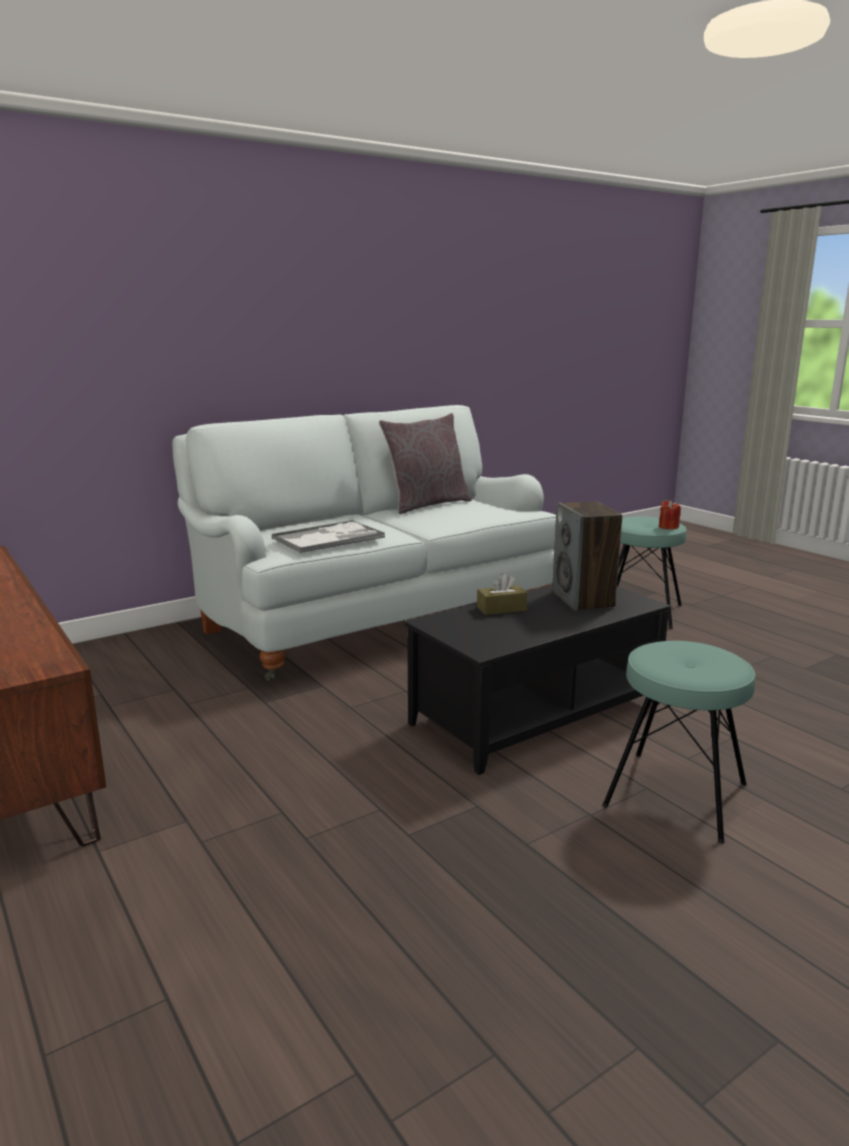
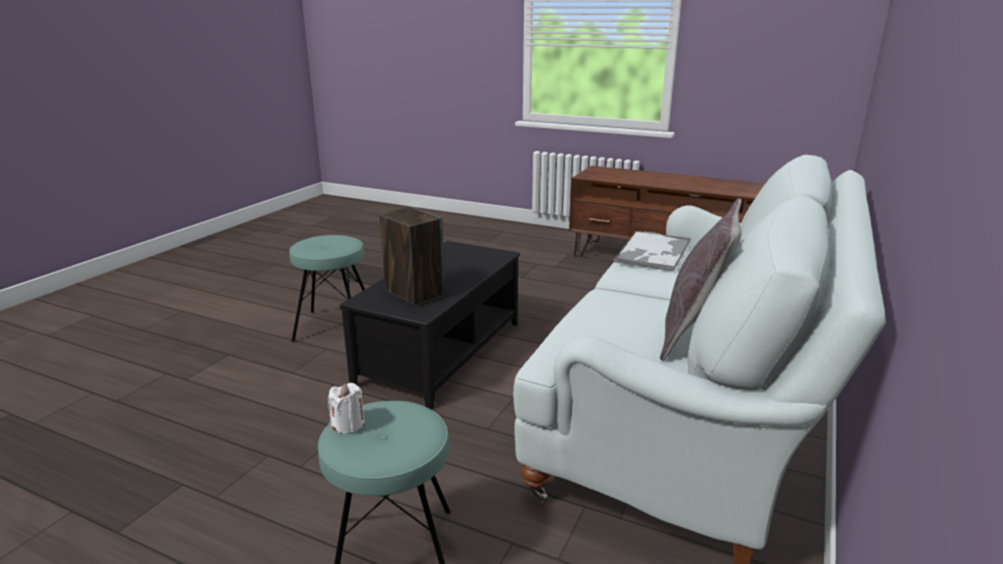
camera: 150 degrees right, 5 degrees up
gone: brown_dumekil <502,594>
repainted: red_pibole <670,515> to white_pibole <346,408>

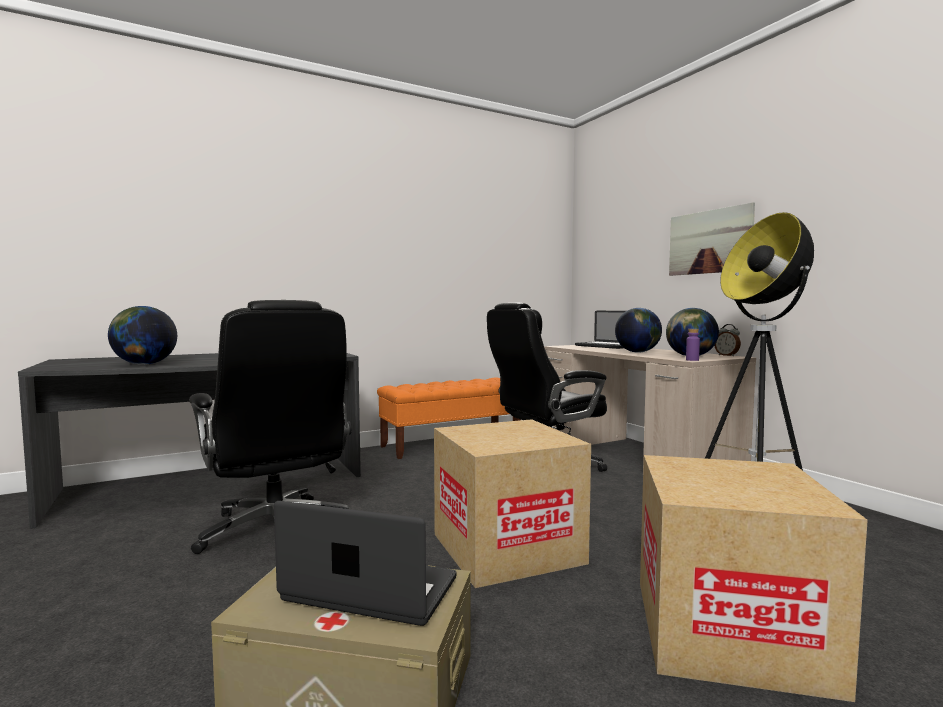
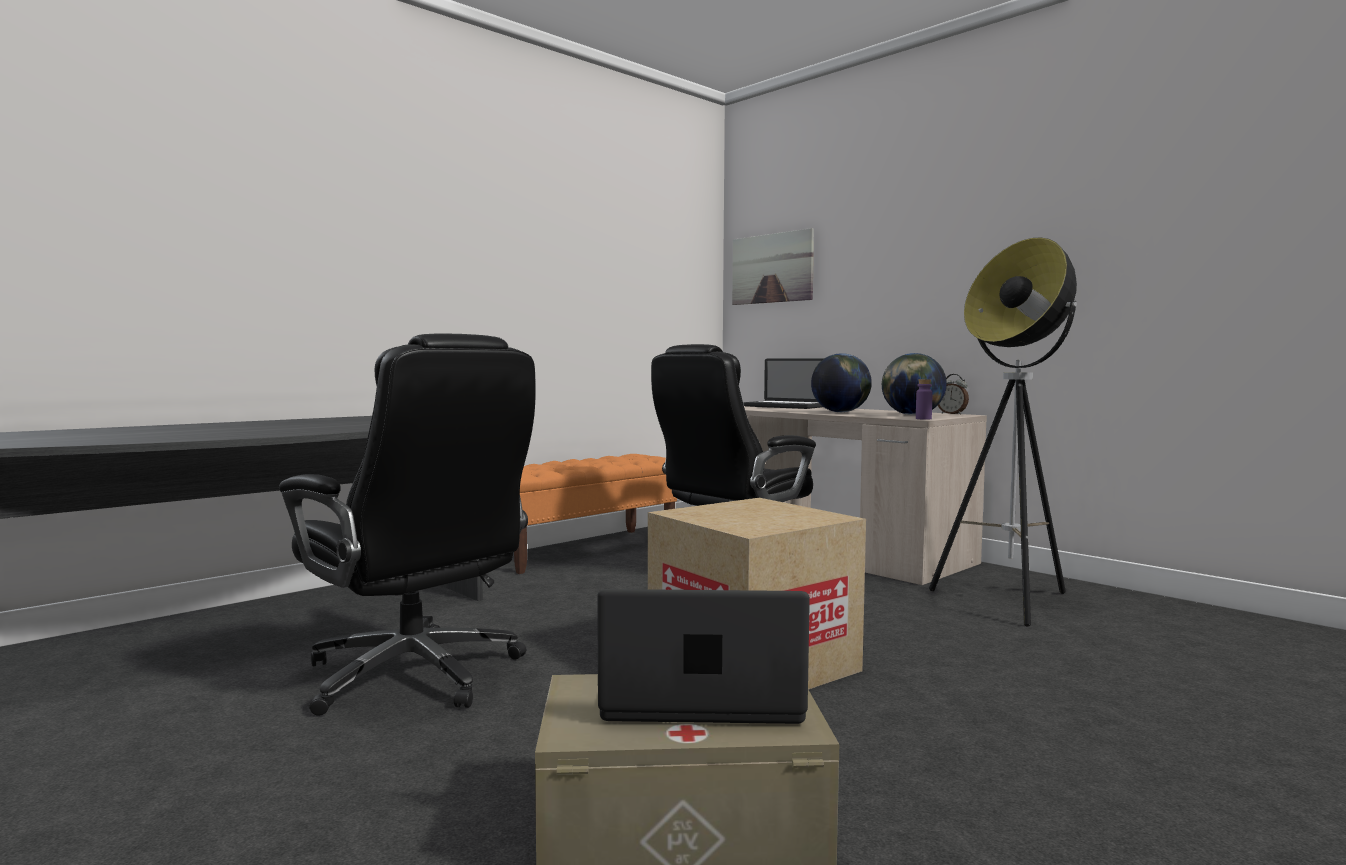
camera: 15 degrees left, 0 degrees up
gone: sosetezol <142,335>; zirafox <754,578>
shifted: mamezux <712,239> to <773,266>

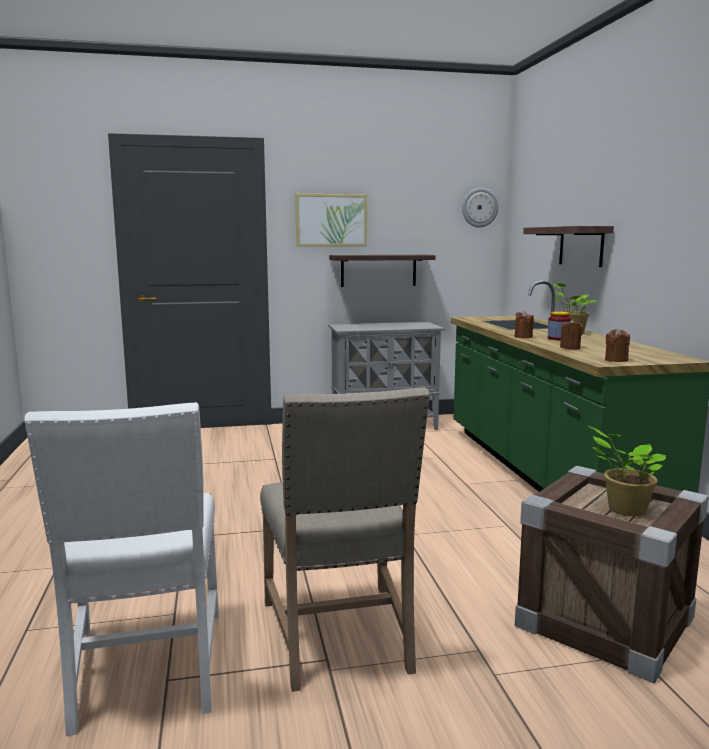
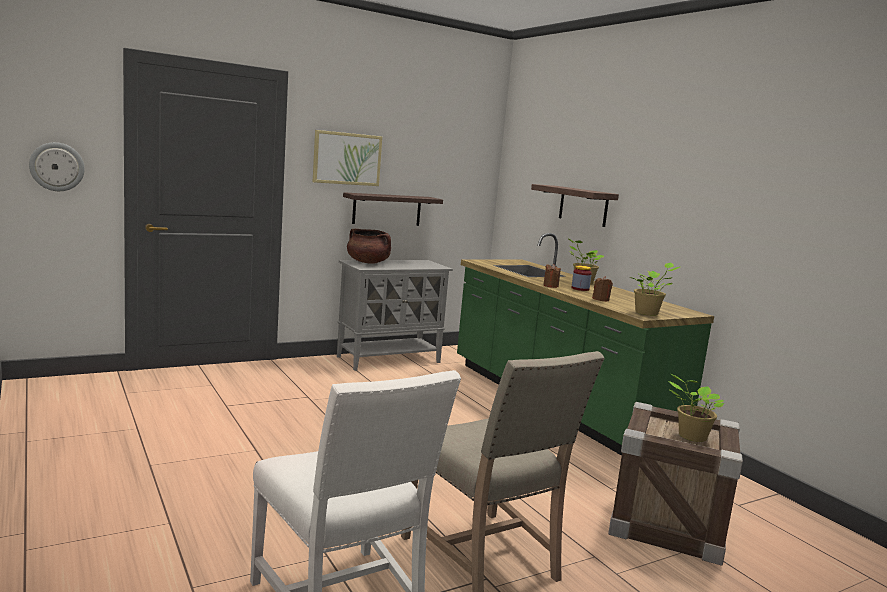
camera: 20 degrees left, 0 degrees up
new: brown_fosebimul <369,246>
shifted: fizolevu <480,207> to <57,166>
swapped: brown_pibole <617,345> to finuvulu <654,289>

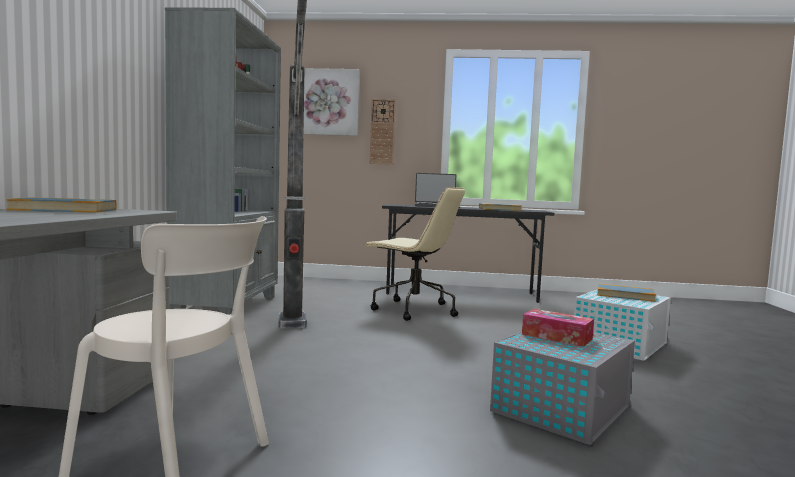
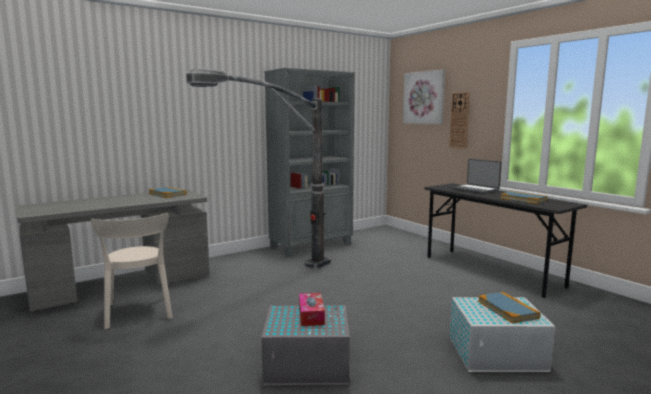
camera: 50 degrees right, 5 degrees up
gone: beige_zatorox <415,254>

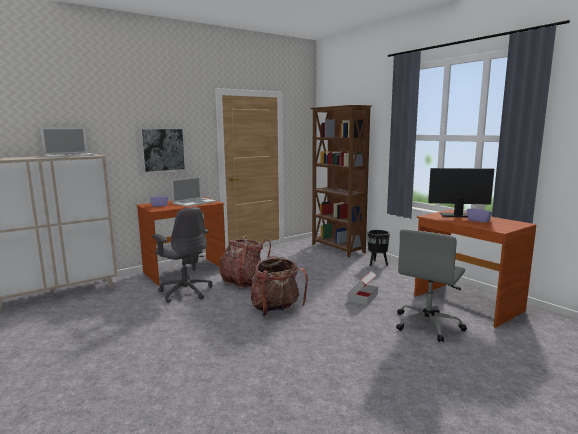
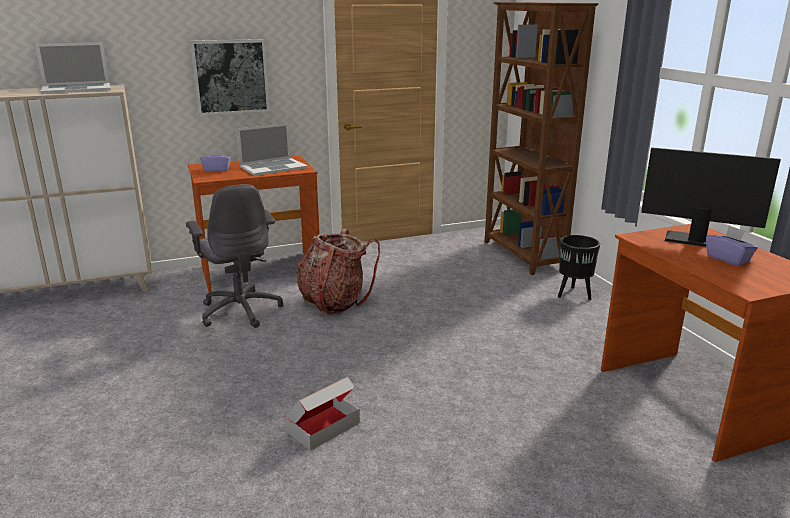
camera: 15 degrees right, 10 degrees up
gone: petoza <279,286>; grey_zatorox <431,286>
shifted: zirafox <362,288> to <322,414>

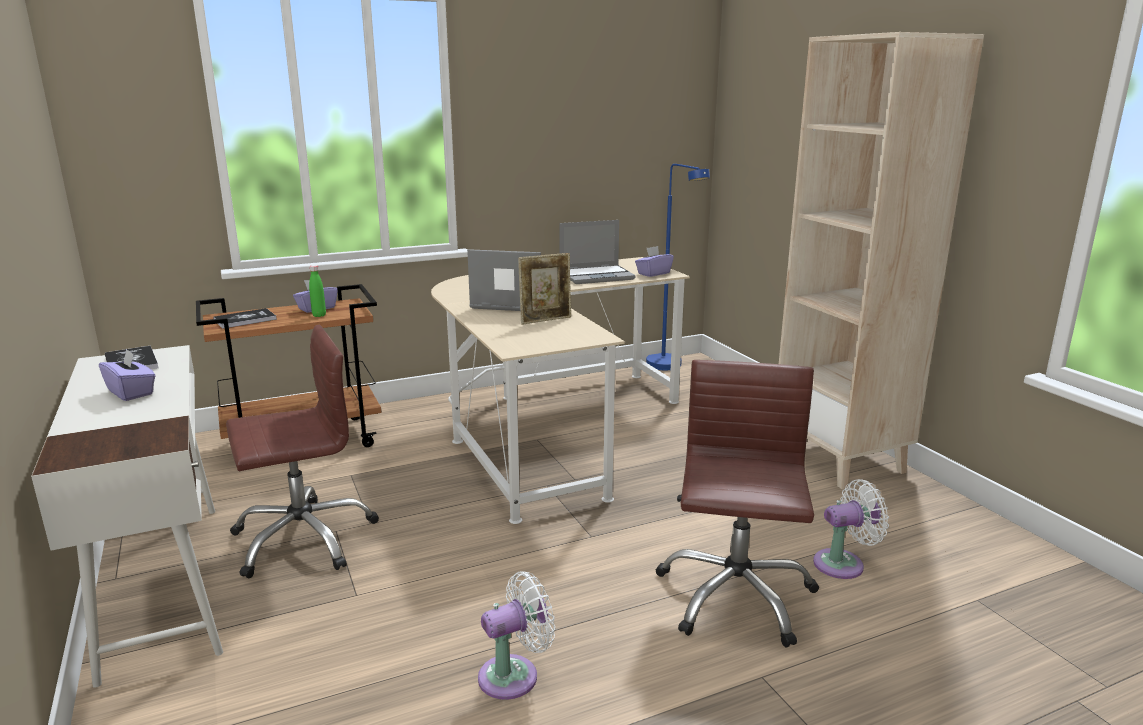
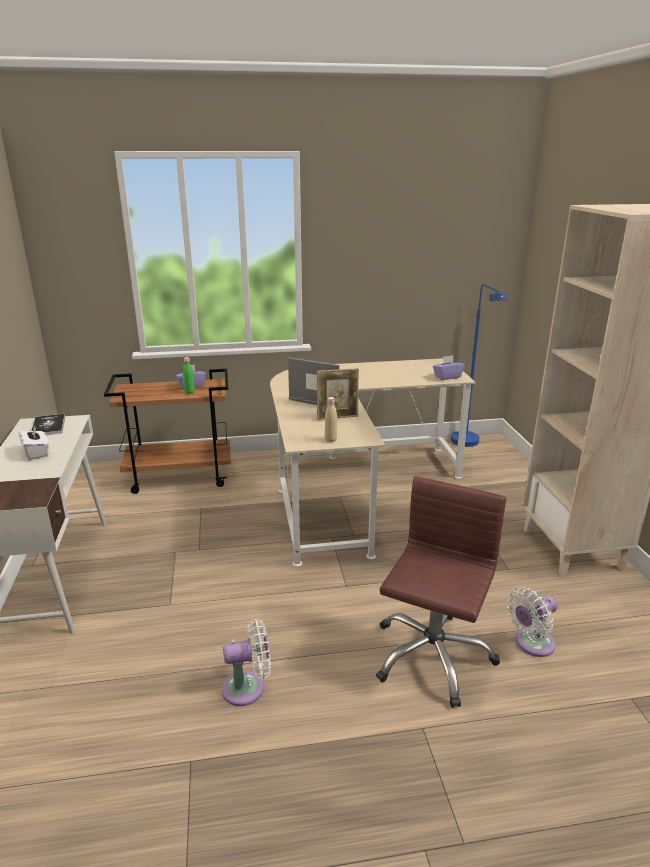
camera: 15 degrees right, 5 degrees up
gone: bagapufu <245,318>; brown_zatorox <302,451>; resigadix <597,252>
new: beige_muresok <331,419>
repainted: purple_dumekil <127,374> to white_dumekil <33,442>
rotated: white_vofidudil <851,529> = <532,622> 150 degrees clockwise

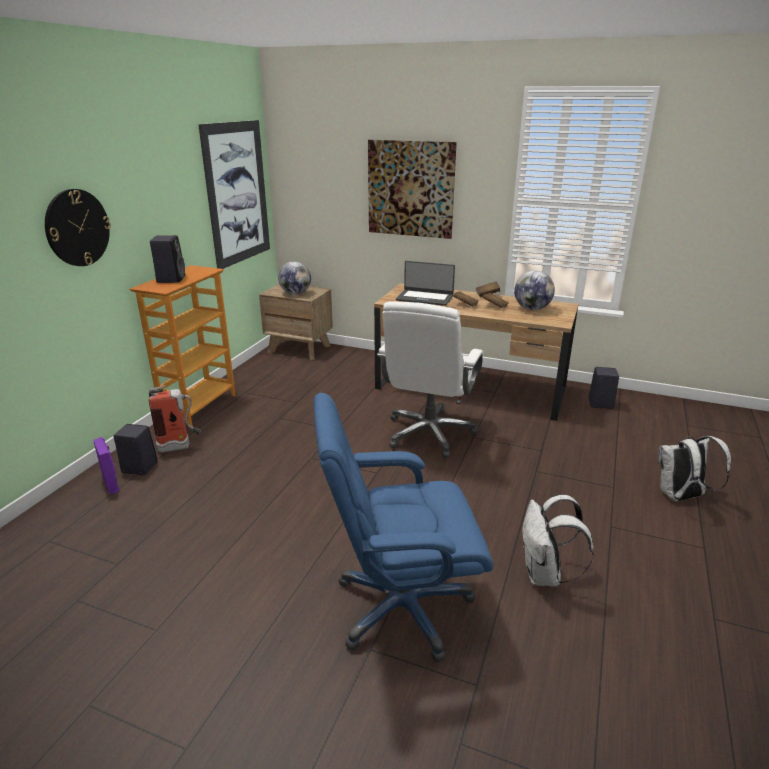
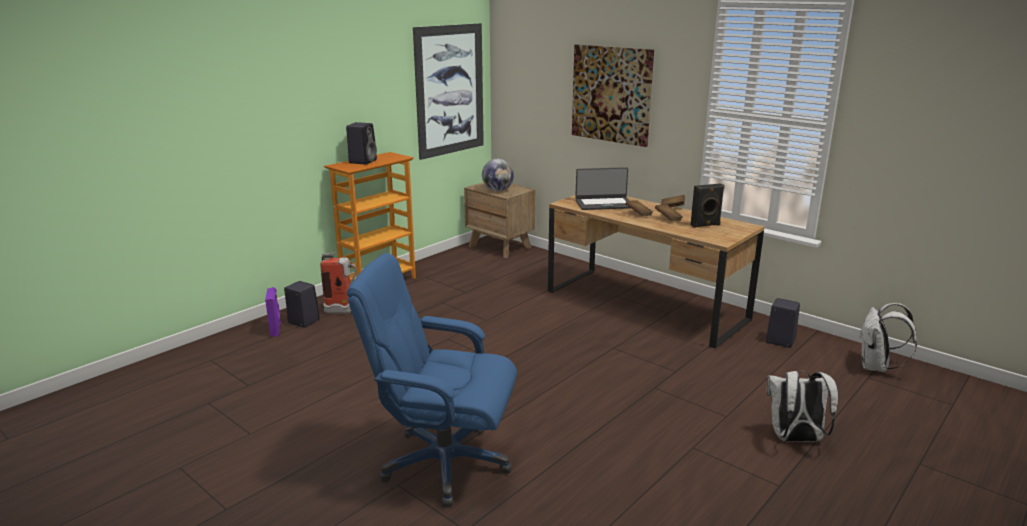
camera: 20 degrees right, 5 degrees down
gone: fizolevu <78,227>; white_zatorox <430,379>
shifted: white_petoza <558,541> to <888,338>
swapped: sosetezol <534,290> to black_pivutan <708,206>
rotated: resigadix <425,283> = <602,188> 45 degrees counterclockwise

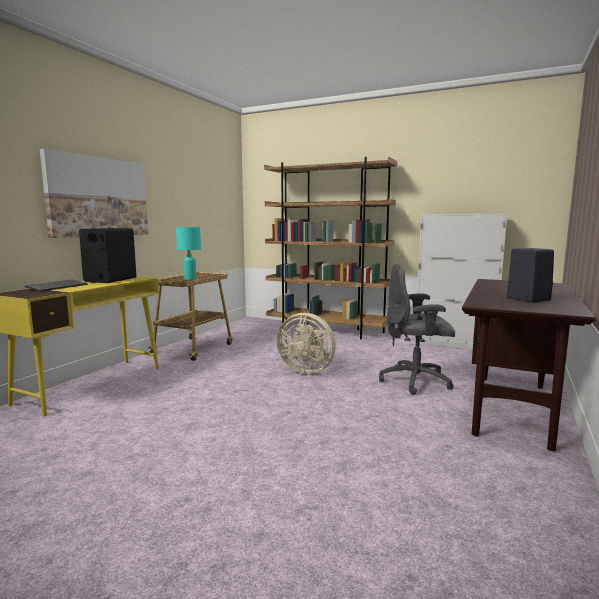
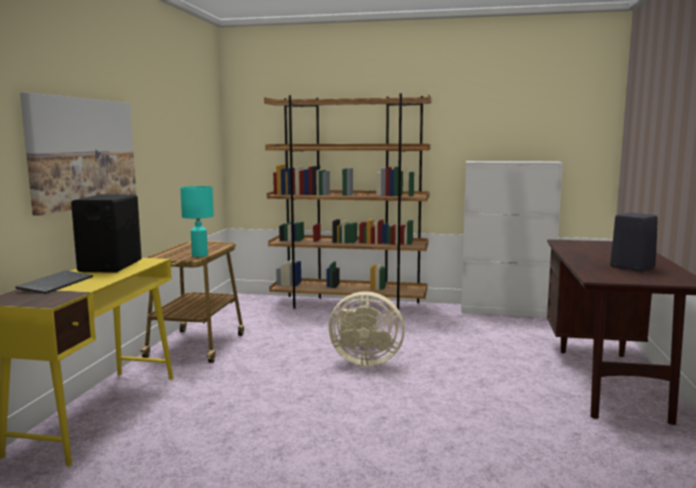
camera: 15 degrees left, 0 degrees up
gone: grey_zatorox <417,329>

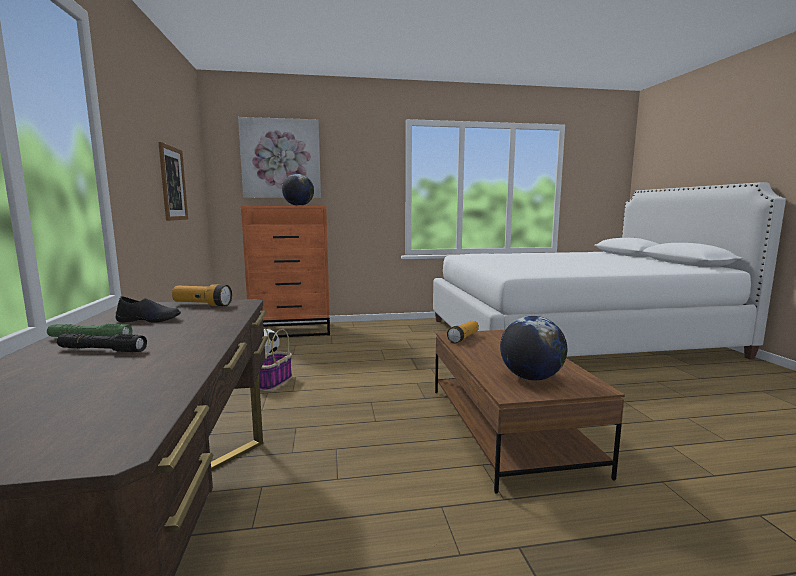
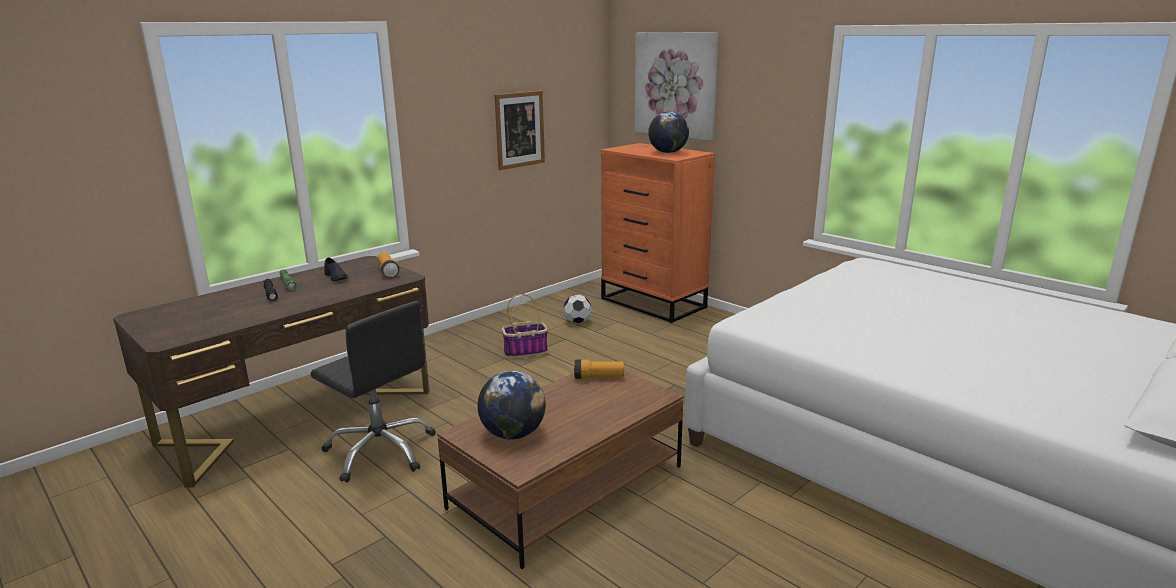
camera: 55 degrees right, 10 degrees up
new: black_zatorox <373,392>

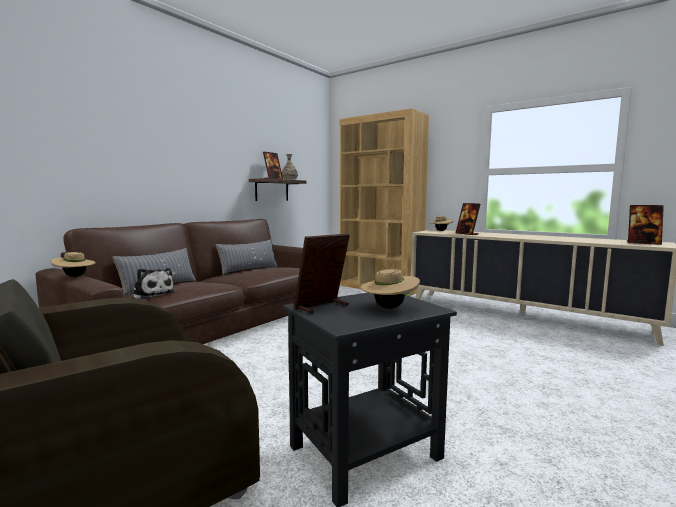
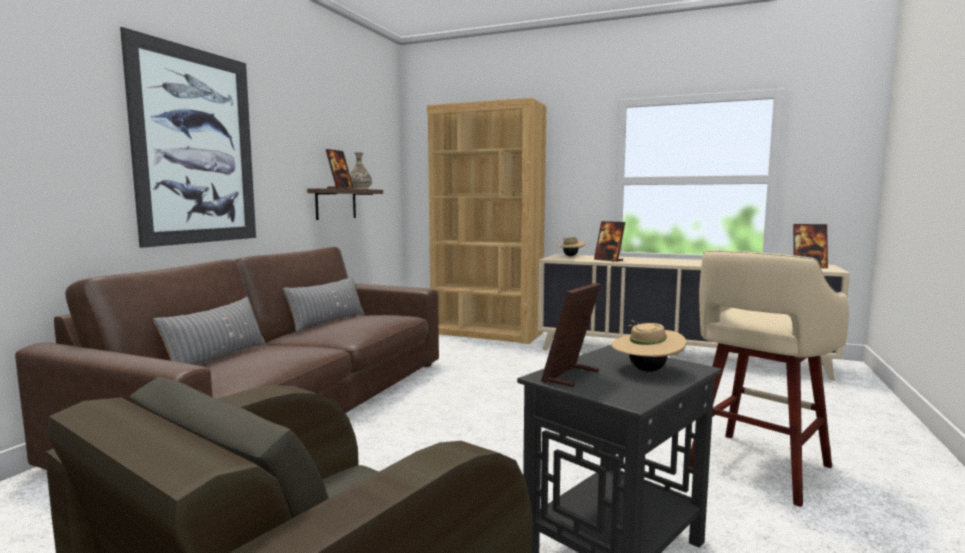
camera: 15 degrees left, 0 degrees up
gone: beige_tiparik <73,264>; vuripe <153,283>
new: mamezux <188,137>; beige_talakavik <769,378>

